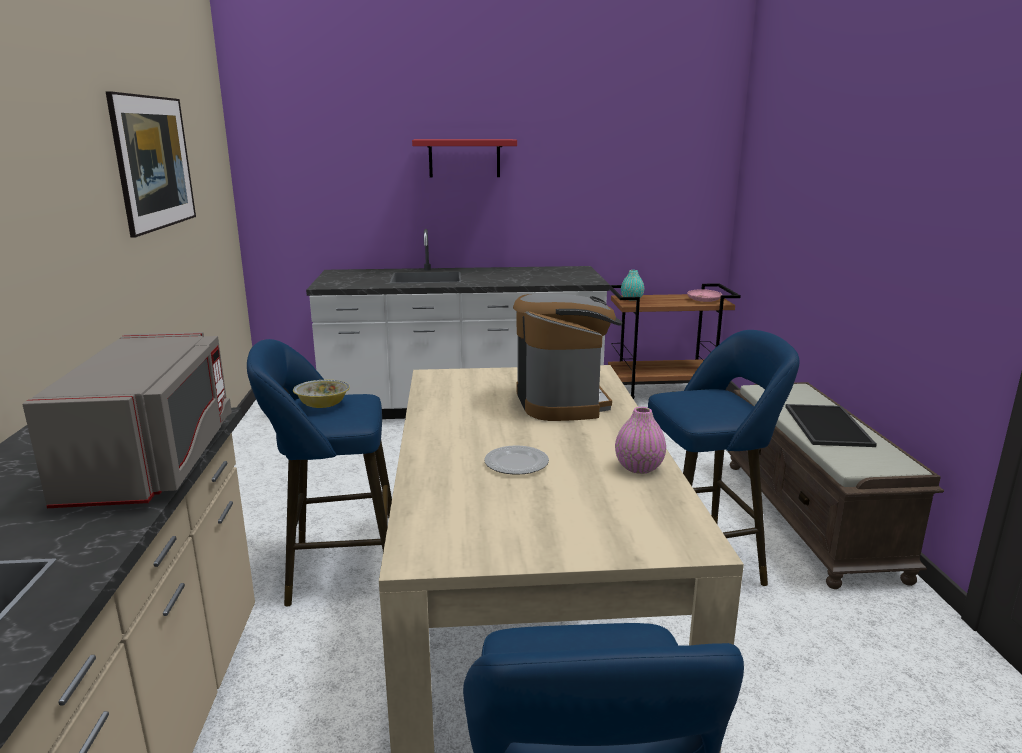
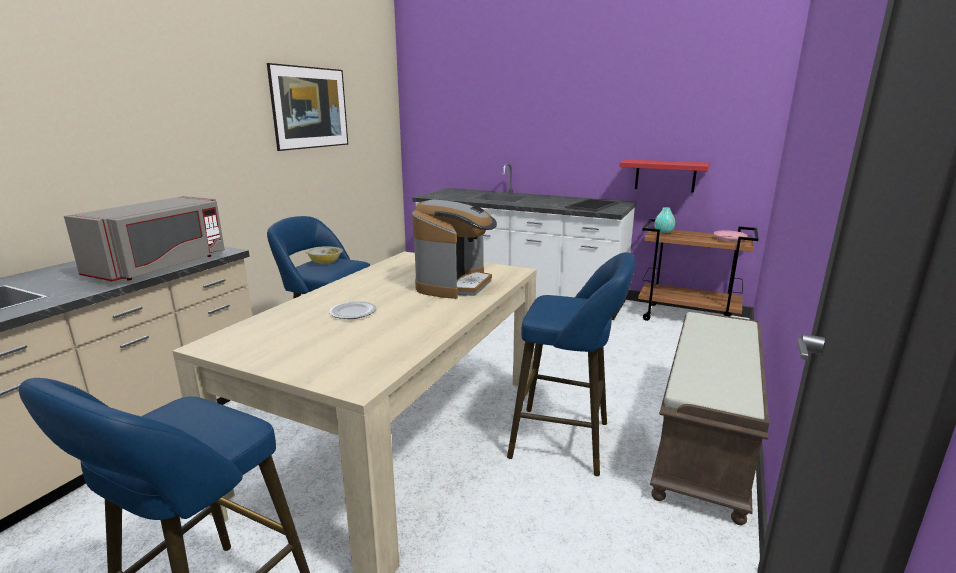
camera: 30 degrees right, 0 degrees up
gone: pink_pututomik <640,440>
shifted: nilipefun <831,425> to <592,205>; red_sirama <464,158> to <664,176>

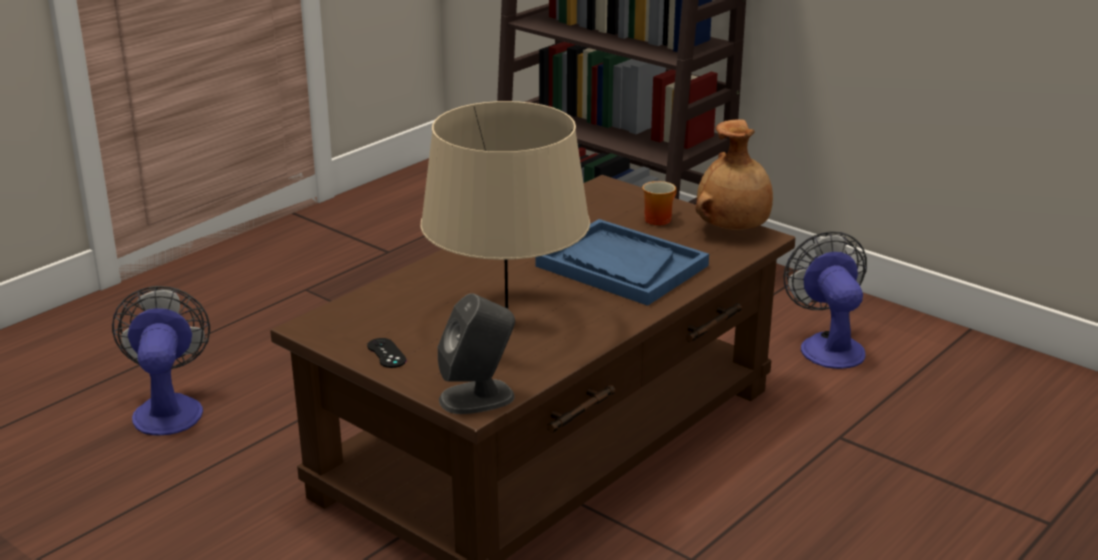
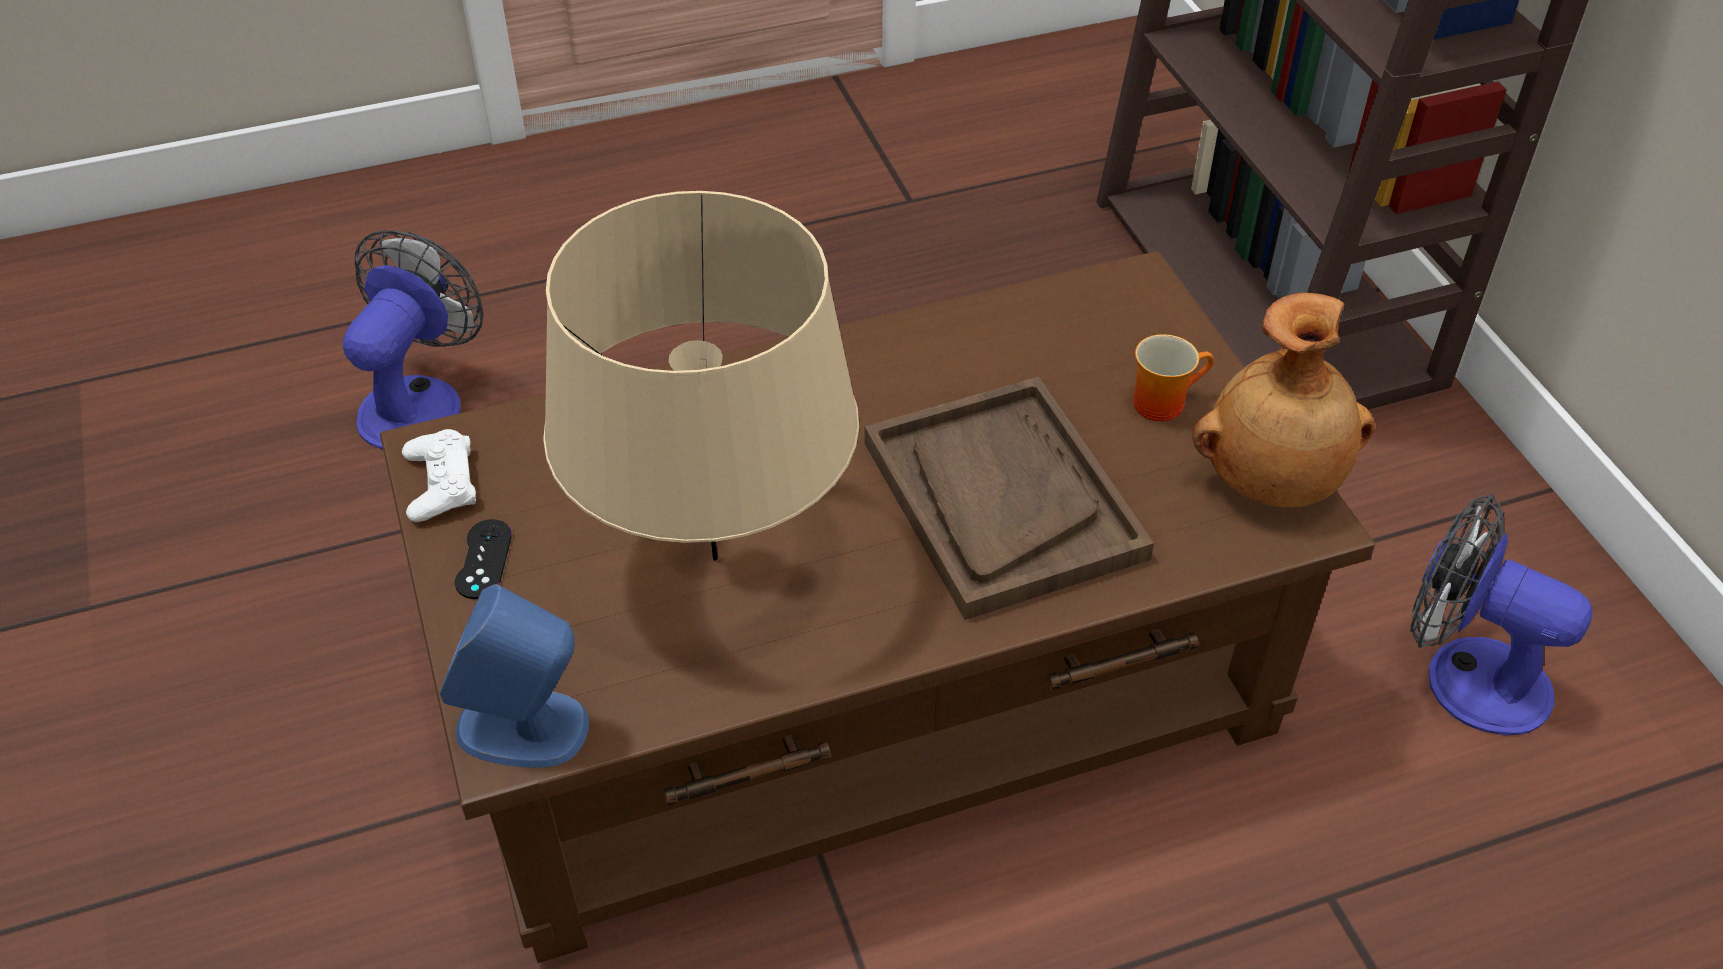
camera: 30 degrees right, 20 degrees up
new: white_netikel <439,475>
repainted: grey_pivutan <476,353> to blue_pivutan <514,676>; blue_nilipefun <622,262> to brown_nilipefun <1009,498>
rotated: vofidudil <825,300> = <1501,614> 75 degrees counterclockwise

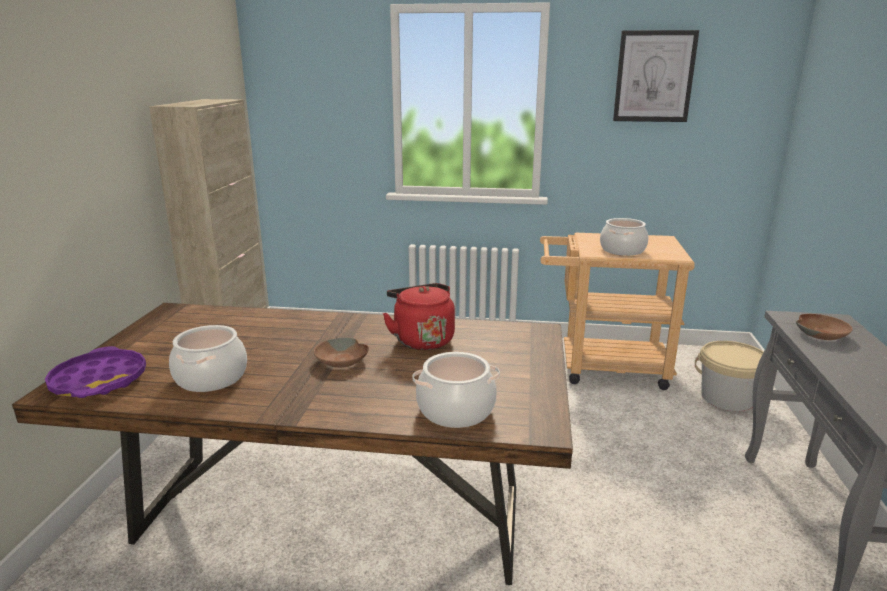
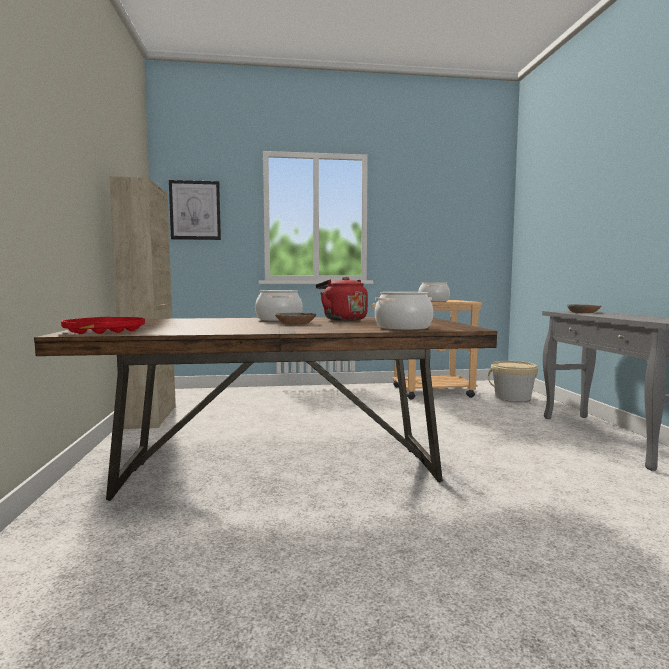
camera: 15 degrees left, 15 degrees down
shifted: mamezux <656,76> to <195,210>; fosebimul <208,358> to <279,305>
repainted: purple_nilipefun <95,372> to red_nilipefun <103,325>

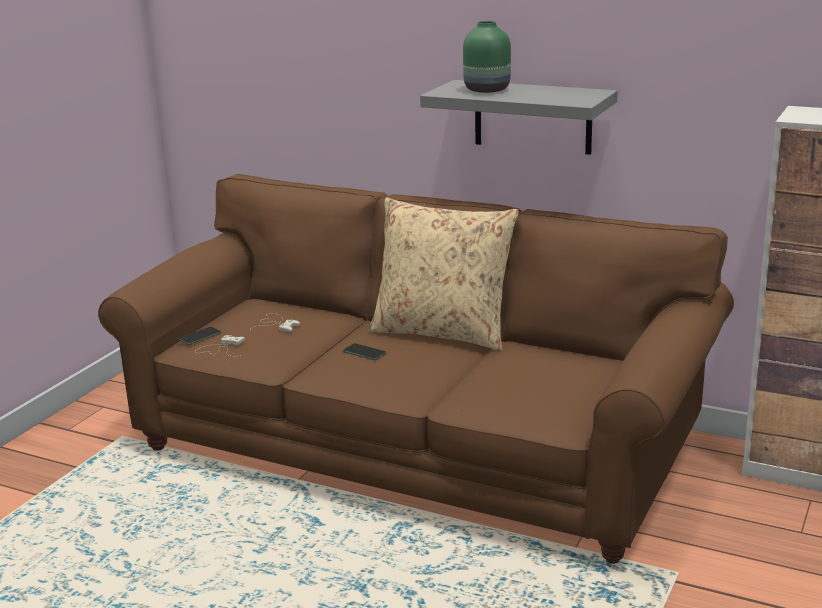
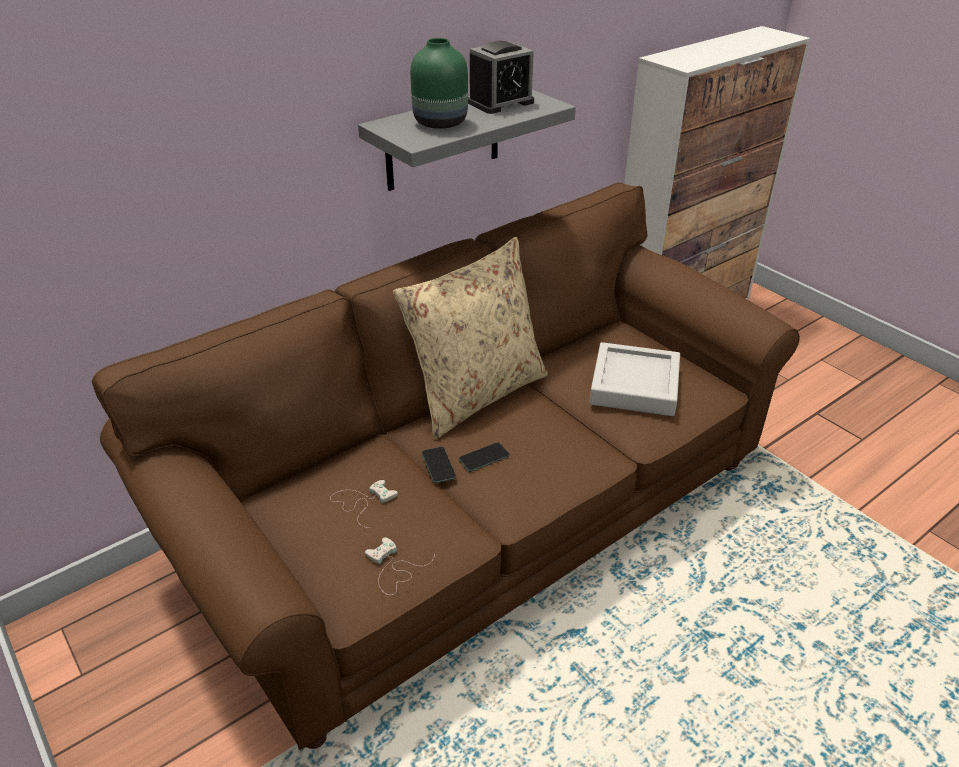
camera: 65 degrees left, 15 degrees up
new: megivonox <501,77>; grey_nilipefun <634,379>
shifted: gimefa <200,336> to <439,465>

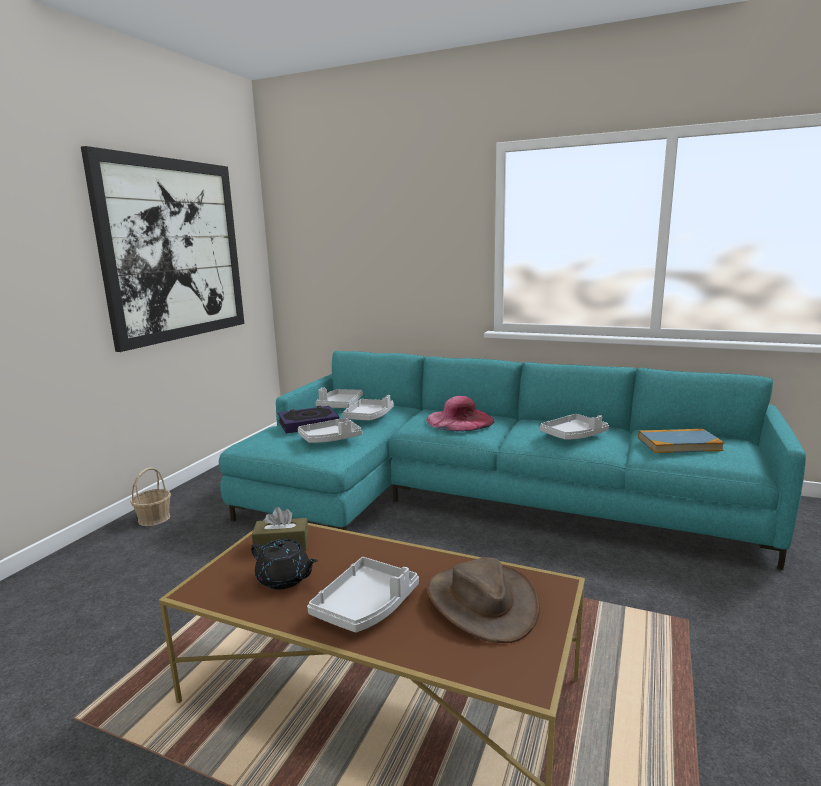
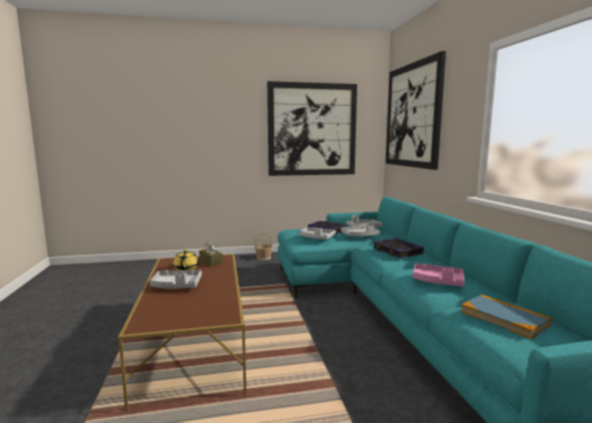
camera: 55 degrees right, 5 degrees down
gone: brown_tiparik <483,600>
new: mamezux <416,110>
swapped: pink_tiparik <460,413> to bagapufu <398,248>
repainted: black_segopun <284,564> to yellow_segopun <186,260>; grey_nilipefun <574,427> to pink_nilipefun <439,275>

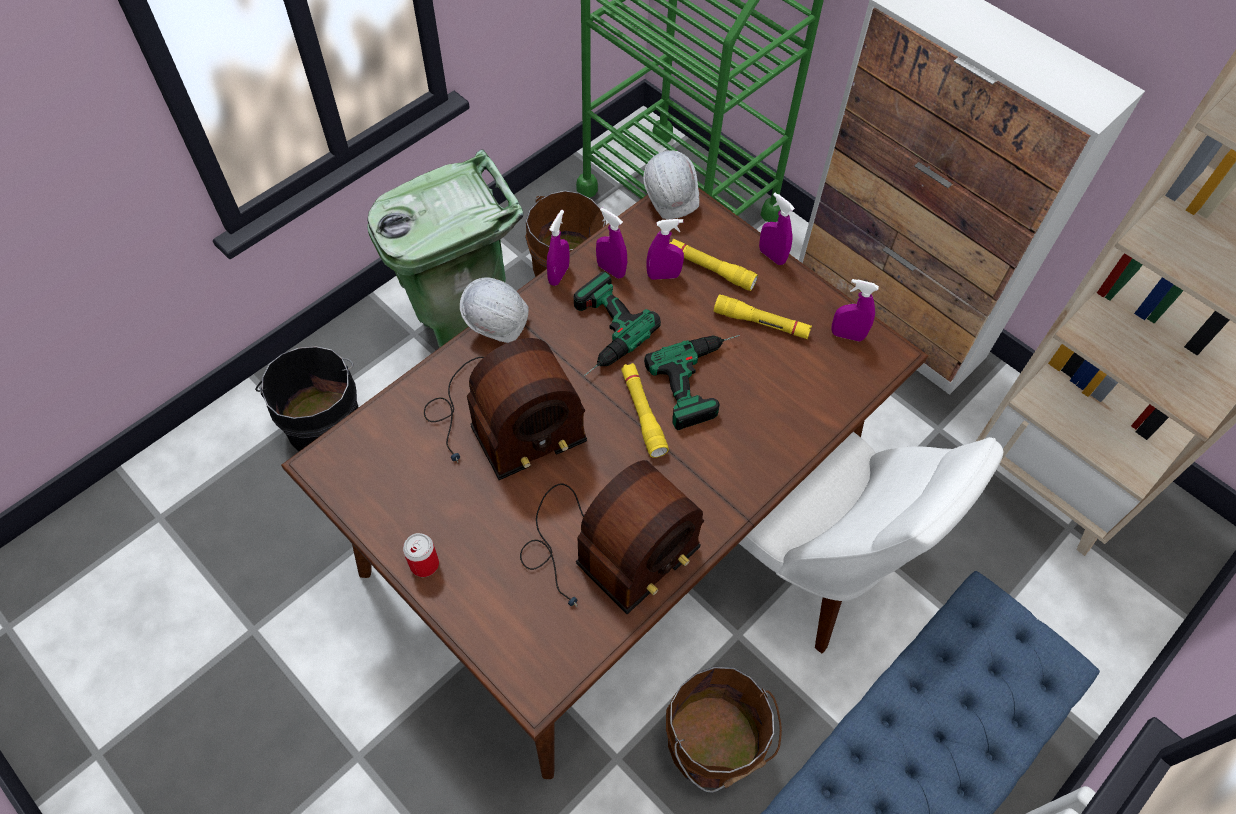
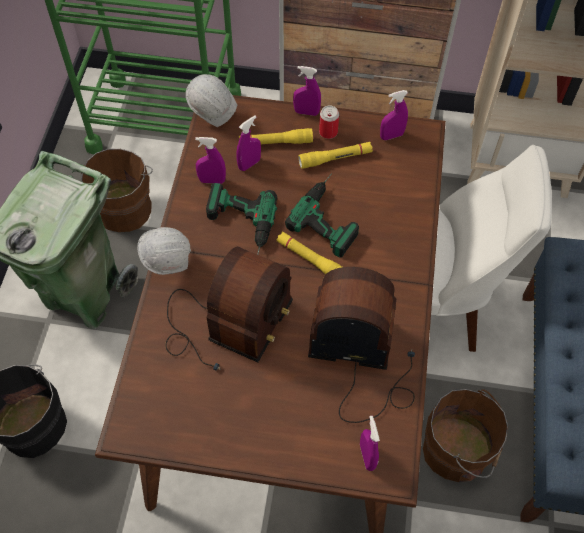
camera: 35 degrees left, 0 degrees up
shifted: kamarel <421,555> to <329,122>; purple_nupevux <558,248> to <370,443>
rotated: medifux <612,537> = <361,345> 90 degrees counterclockwise

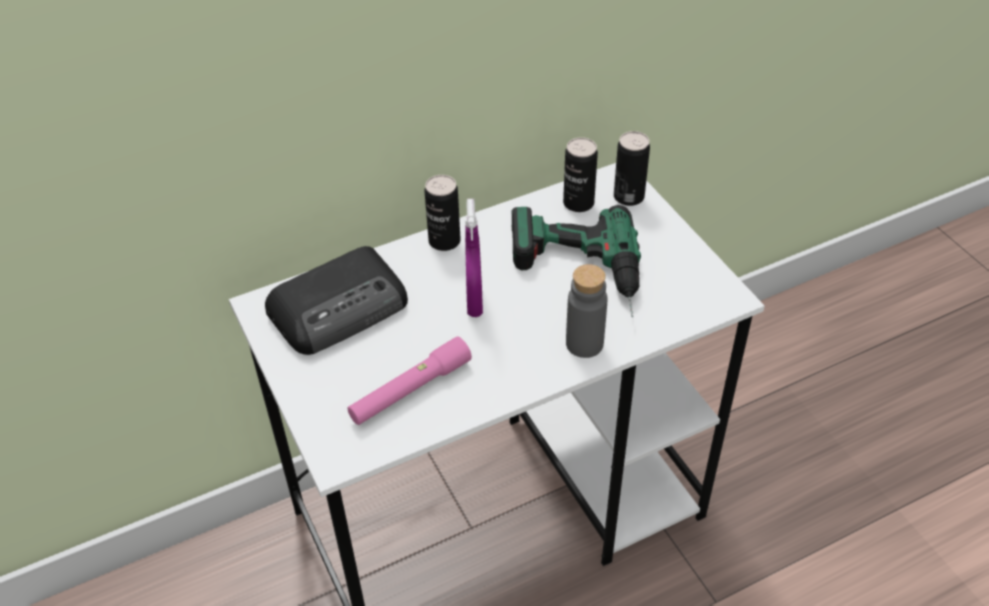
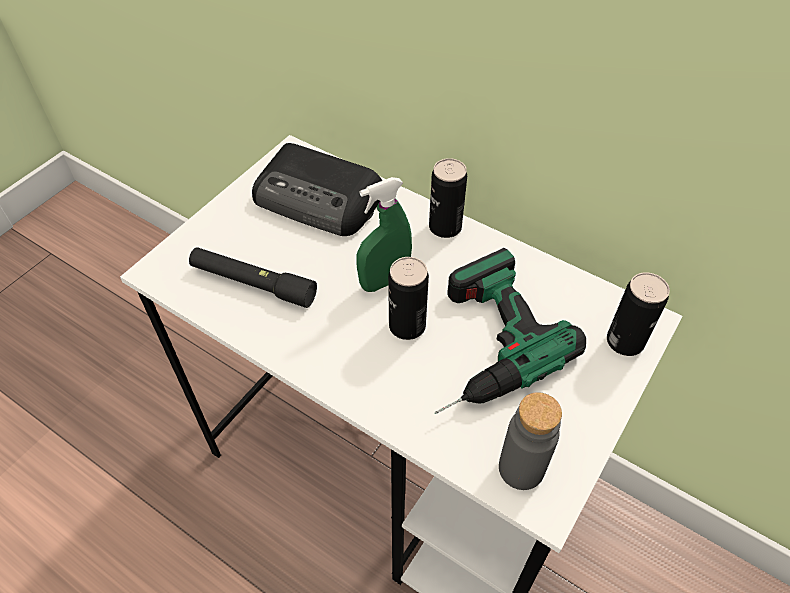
camera: 60 degrees right, 5 degrees up
shifted: kamarel <580,174> to <408,298>; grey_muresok <587,311> to <530,441>
repainted: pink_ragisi <410,381> to black_ragisi <253,277>; purple_nupevux <474,258> to green_nupevux <384,234>

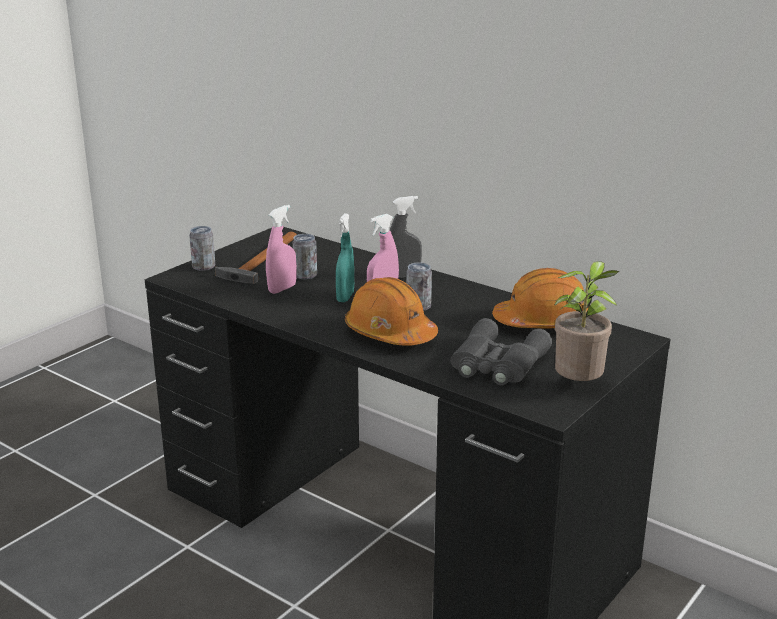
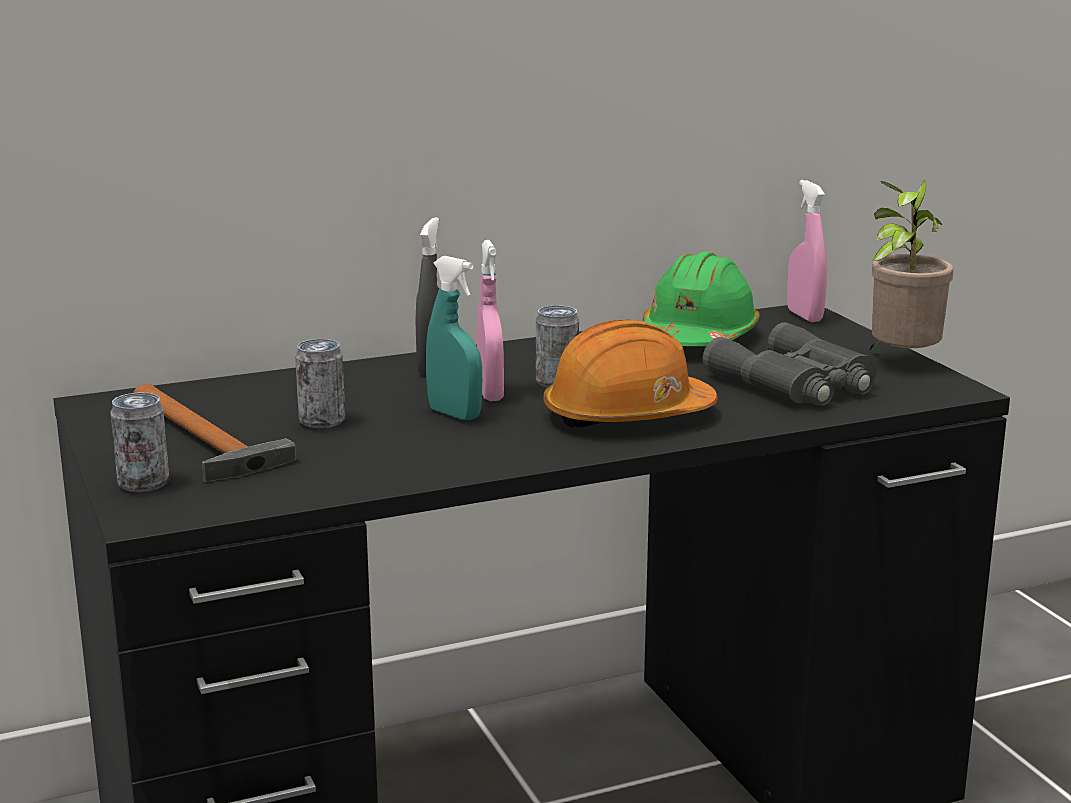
camera: 60 degrees left, 5 degrees down
shifted: pink_nupevux <281,249> to <807,251>
repainted: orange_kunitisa <540,298> to green_kunitisa <701,298>

